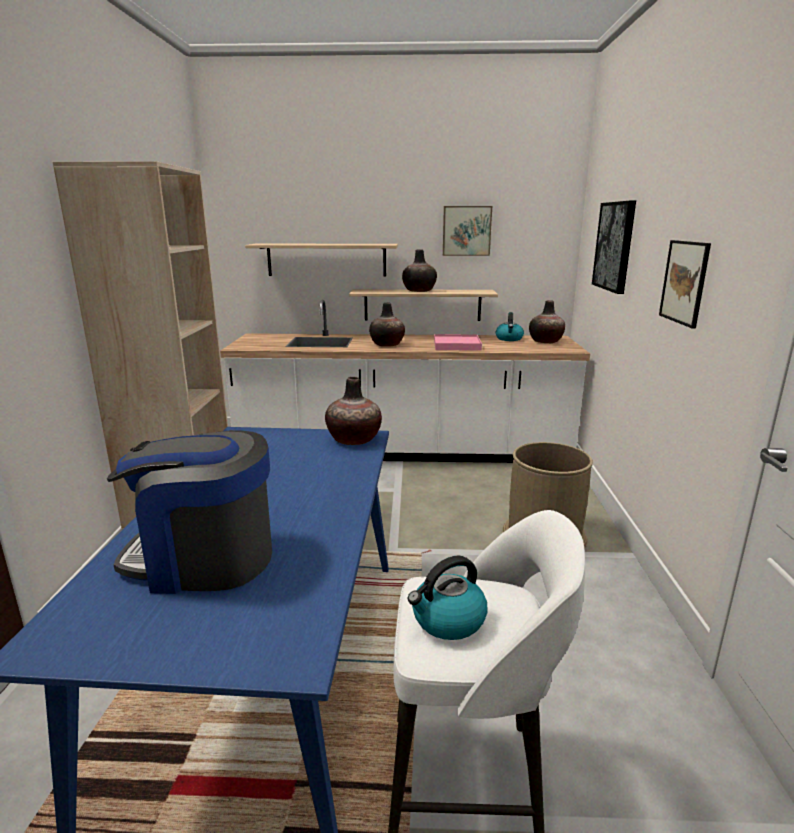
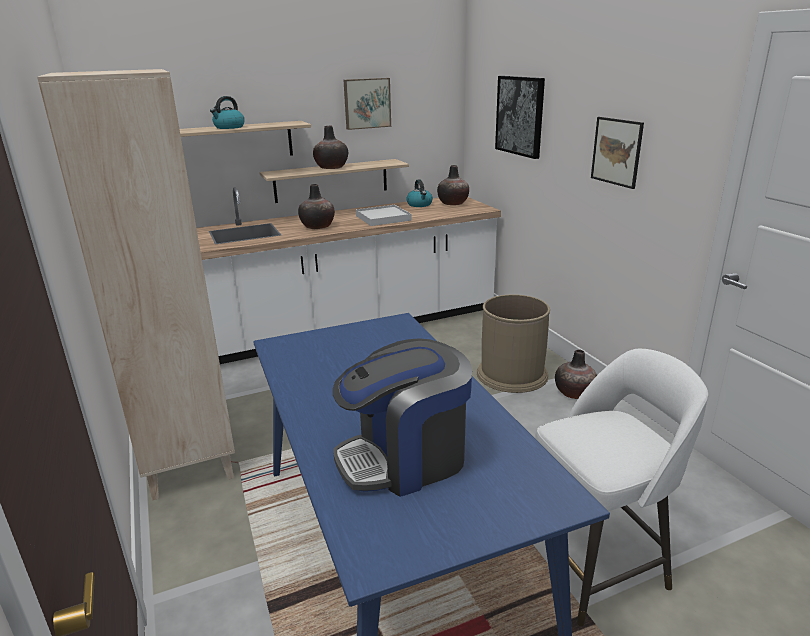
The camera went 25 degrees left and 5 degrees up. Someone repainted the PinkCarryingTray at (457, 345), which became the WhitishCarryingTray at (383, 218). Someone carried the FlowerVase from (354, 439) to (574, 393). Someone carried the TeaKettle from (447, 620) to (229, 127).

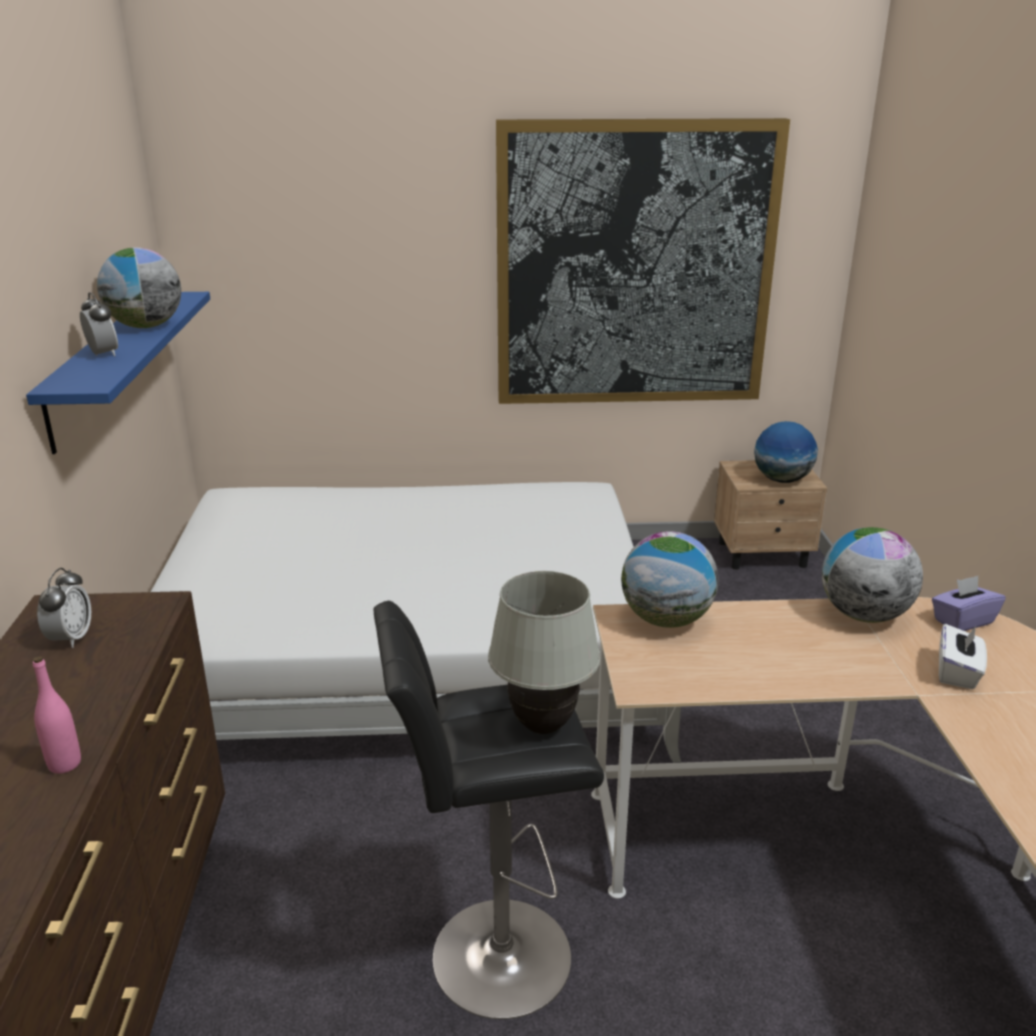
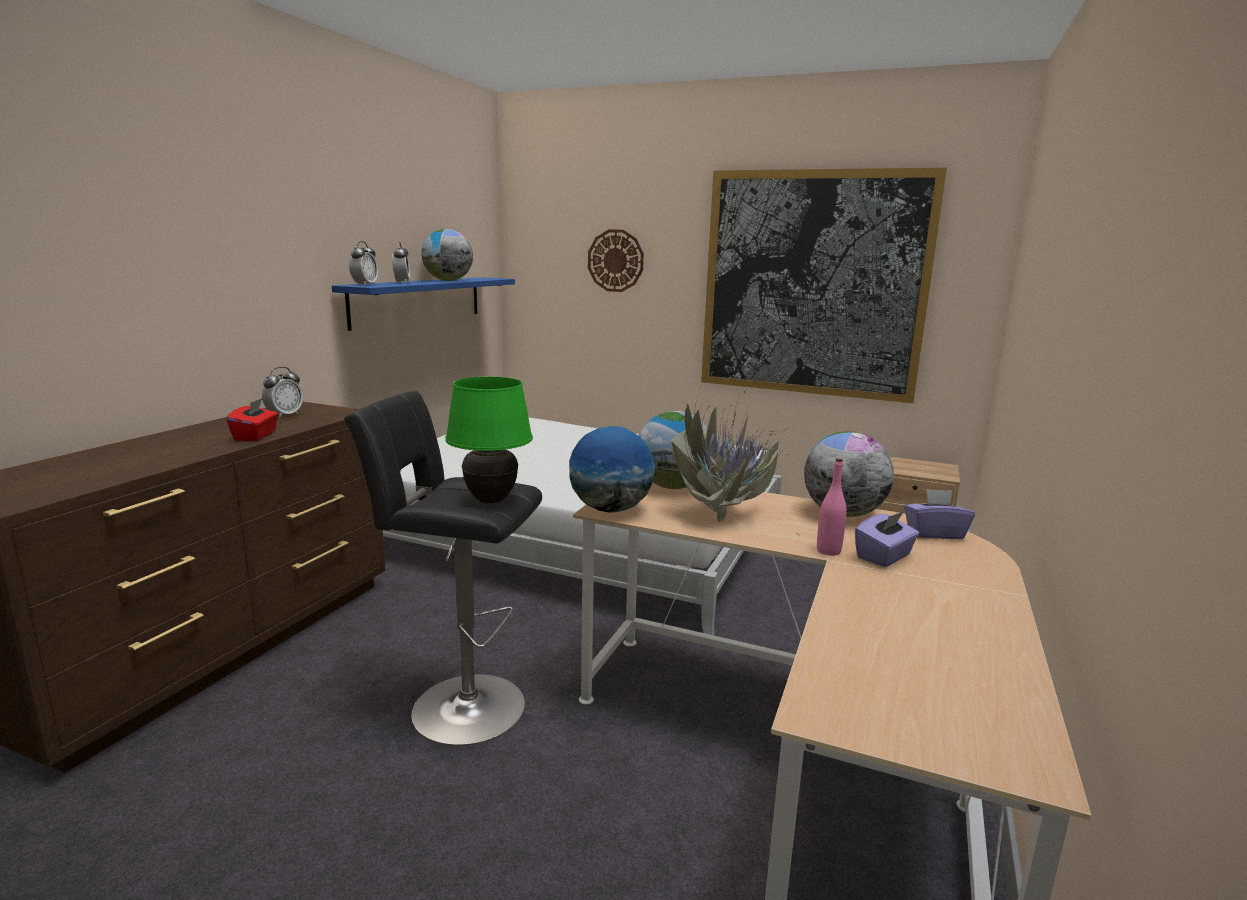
The camera went 25 degrees right and 10 degrees down. Someone carried the WorldGlobe from (782, 480) to (611, 509). Someone repainted the WhitishLampForATable at (543, 726), which became the GreenishLampForATable at (491, 500). Someone repainted the WhitishTissueBox at (957, 673), which became the PurpleTissueBox at (884, 557). Someone carried the PinkDrinkBottle from (64, 764) to (828, 551). Someone put up the WallClock at (615, 260). Someone put down the AlarmClock at (365, 285). Someone put down the PottedPlant at (723, 517). Someone put down the RedColouredTissueBox at (256, 436).

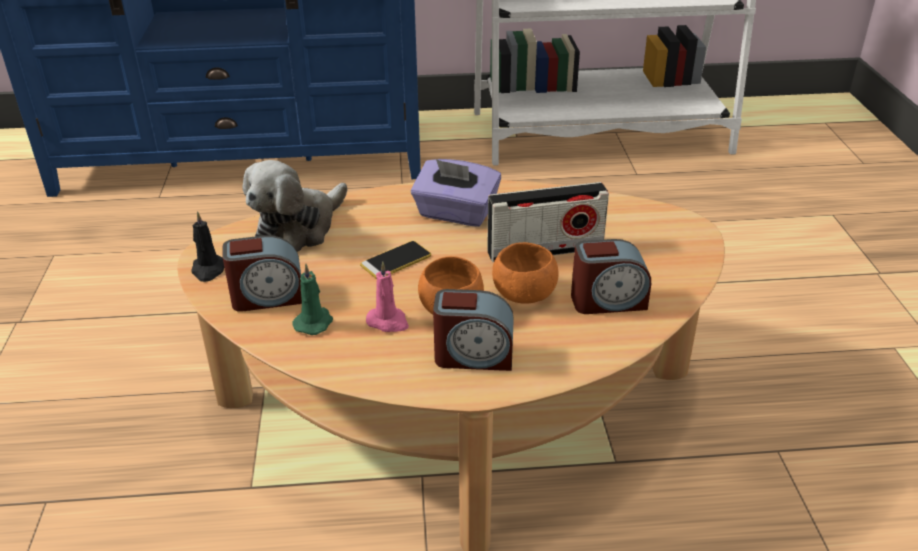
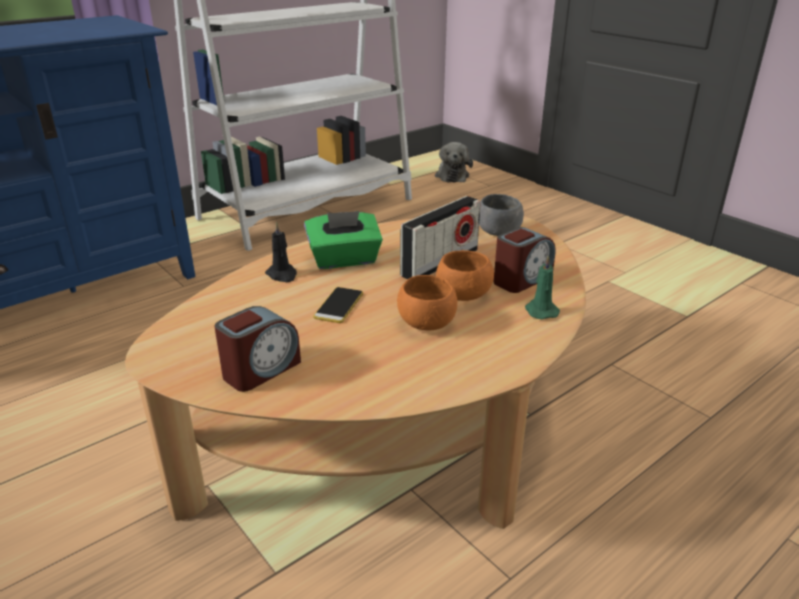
The camera went 35 degrees left and 5 degrees down. Someone repainted the PurpleTissueBox at (455, 214), which became the GreenishTissueBox at (344, 260). Someone carried the CuddlyToy from (298, 229) to (452, 175). Someone carried the BlackWaxCandle from (209, 270) to (282, 275). Someone took away the PinkWaxCandle at (388, 322). Someone carried the GreenishWaxCandle from (314, 322) to (540, 311). Someone took away the AlarmClock at (473, 356). Someone put down the GreyishServingBowl at (498, 232).

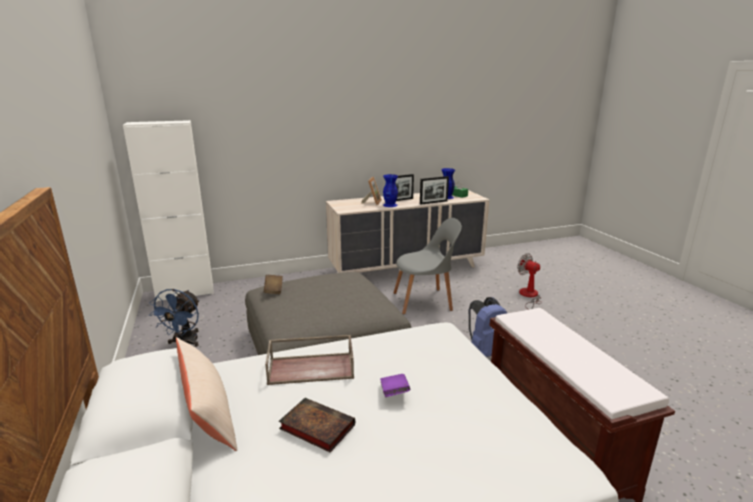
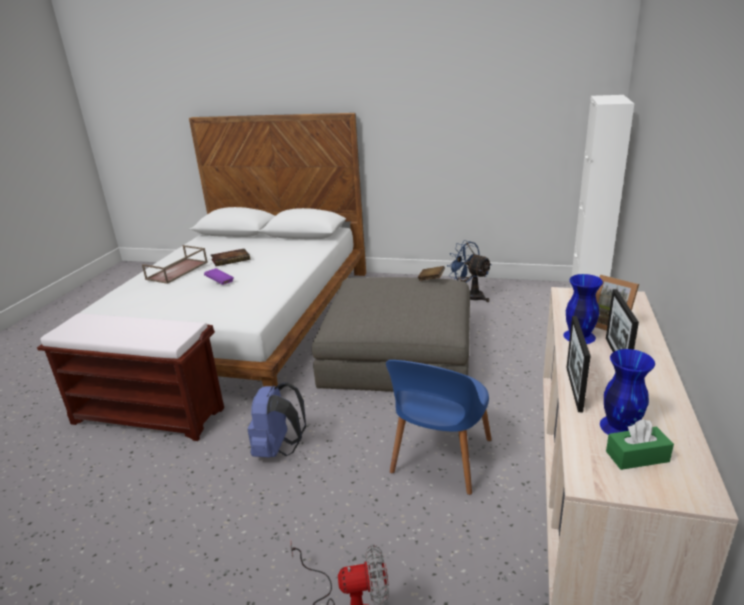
The camera went 125 degrees right and 5 degrees up. Someone repainted the GreyishUprightChair at (425, 301), which became the BlueUprightChair at (440, 459). Someone carried the BrownishCarryingTray from (312, 368) to (177, 271). Someone took away the BeigeColouredCushion at (208, 413).

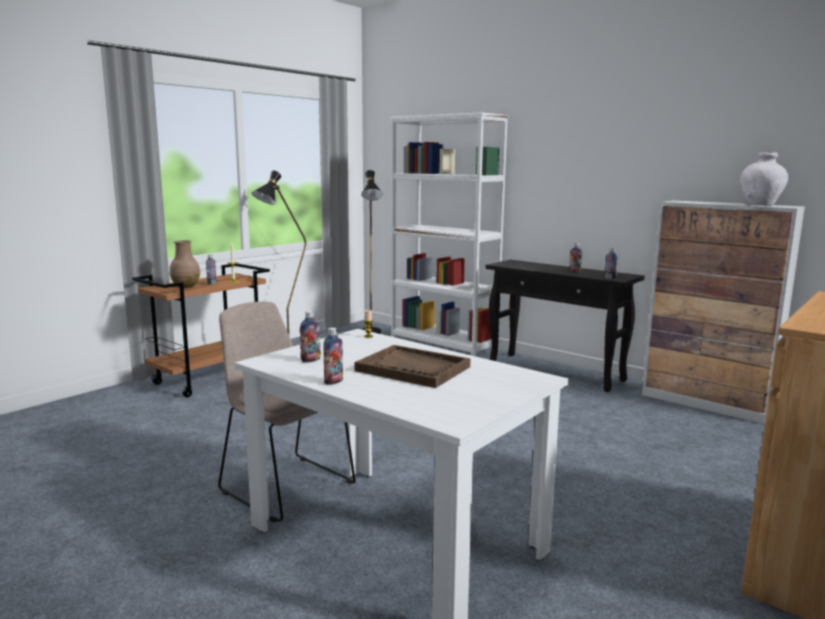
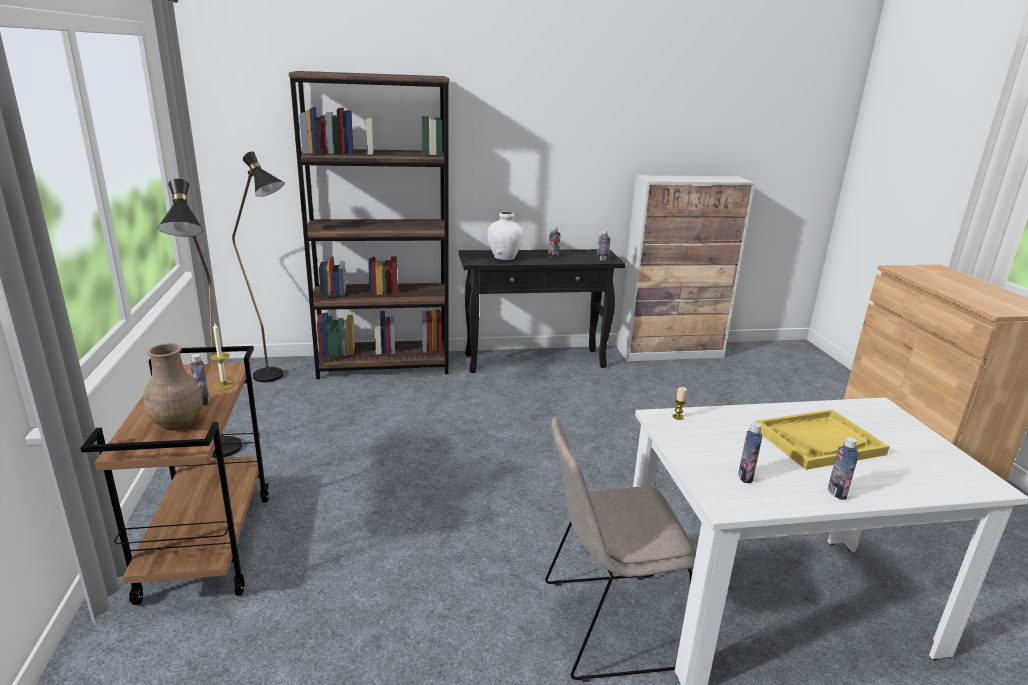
The camera went 50 degrees left and 10 degrees up. Someone repainted the WhitishBookshelf at (443, 345), which became the BrownishBookshelf at (384, 365). Someone carried the WhitishFlowerVase from (760, 205) to (504, 258). Someone repainted the BrownishCarryingTray at (413, 369), which became the YellowishCarryingTray at (818, 441).

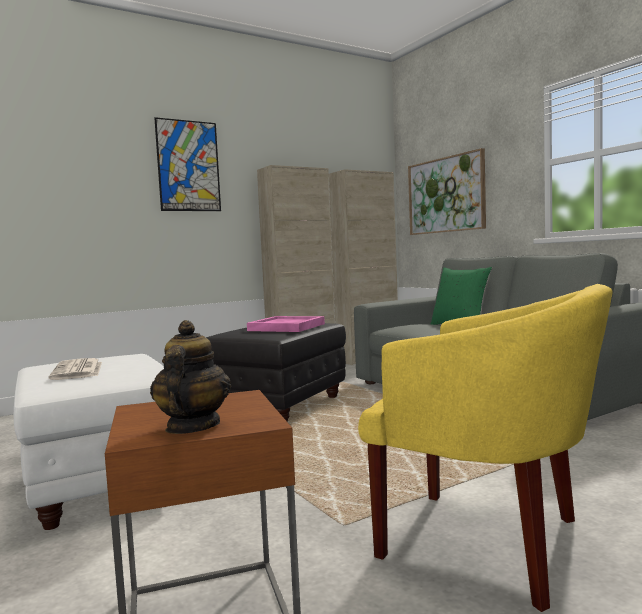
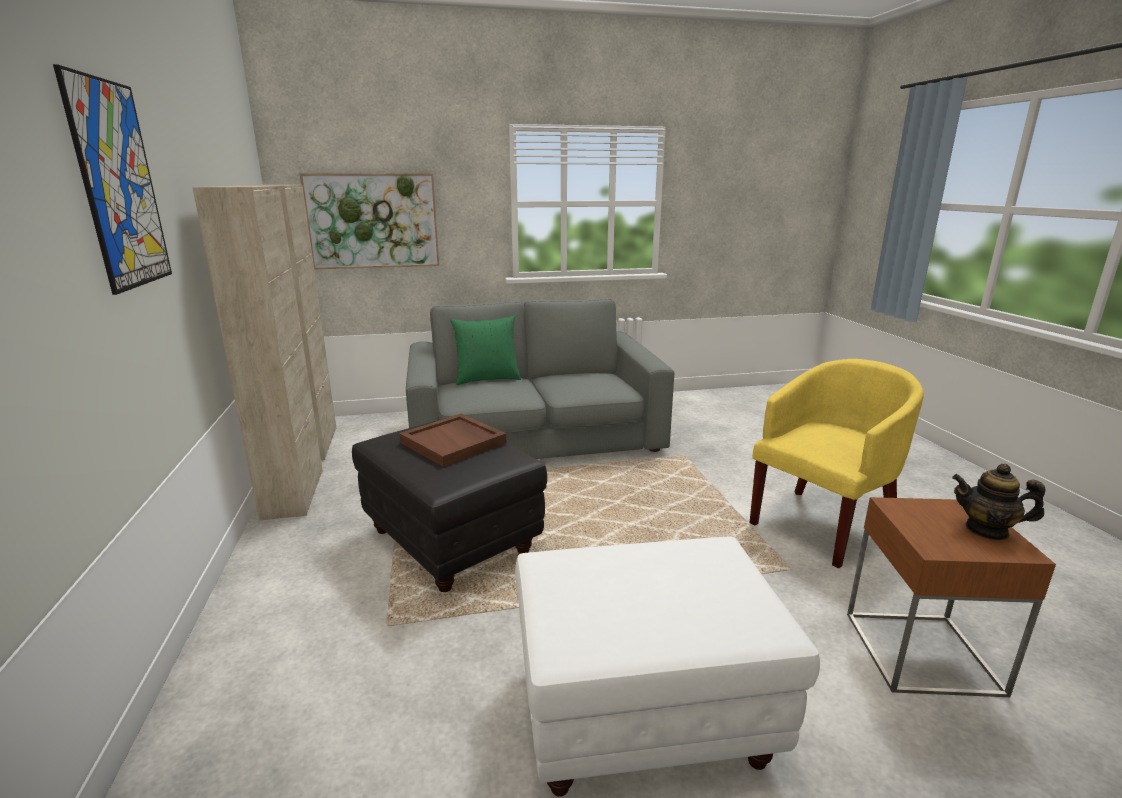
The camera went 70 degrees left and 15 degrees up. Someone repainted the PinkCarryingTray at (287, 327), which became the BrownishCarryingTray at (454, 443). Someone took away the PrintedPaper at (78, 371).

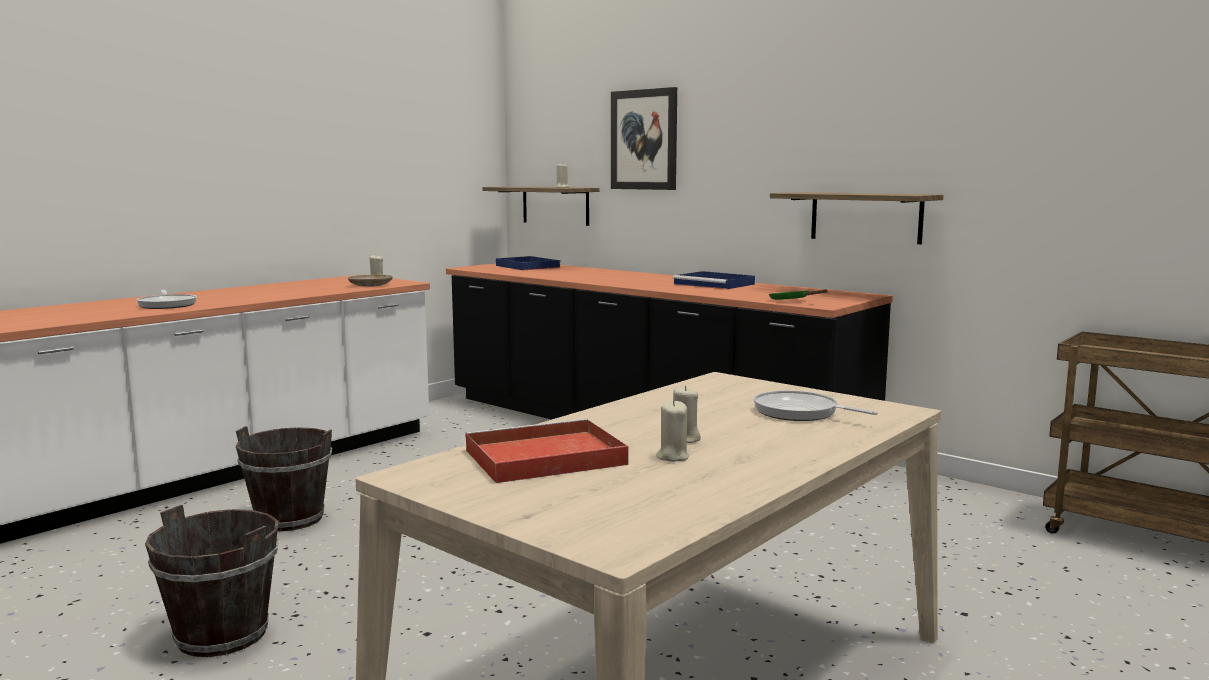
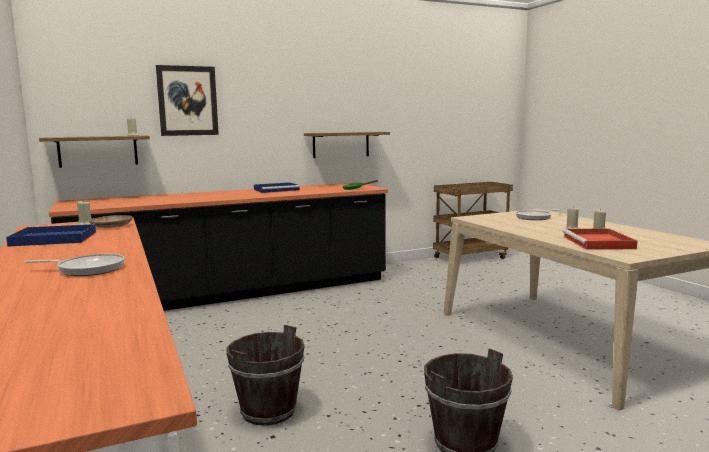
The camera went 65 degrees left and 0 degrees up. Someone carried the BlueCarryingTray from (526, 266) to (52, 239).

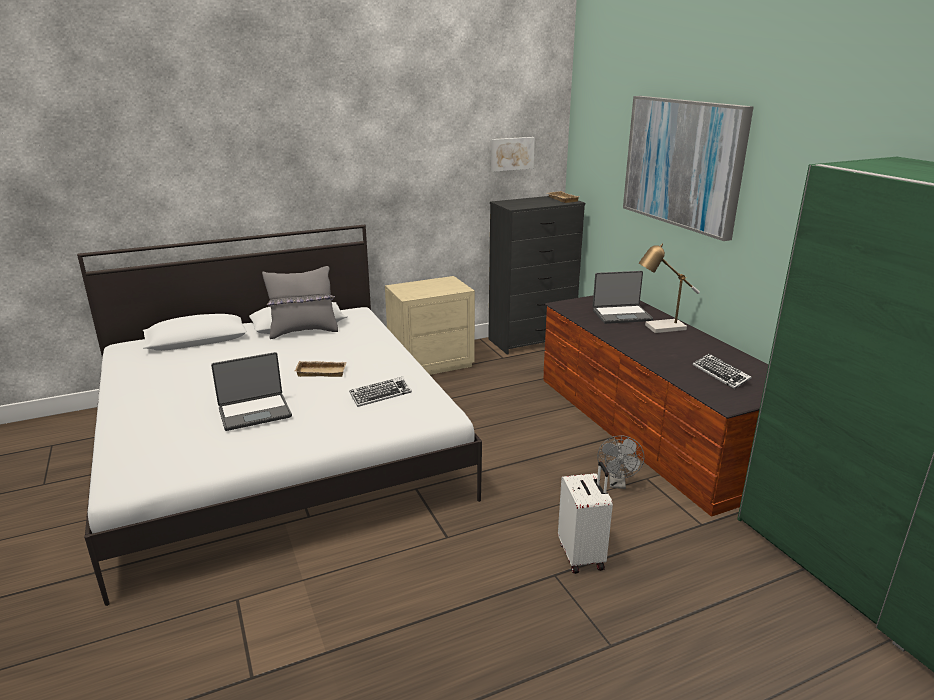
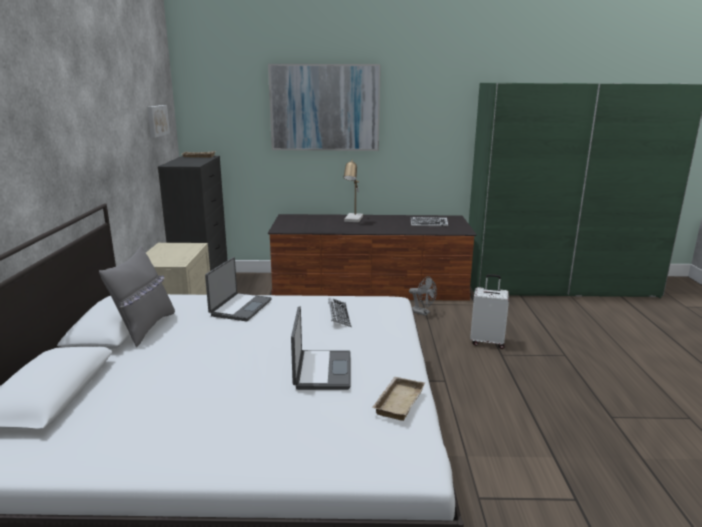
The camera went 65 degrees left and 5 degrees down. Someone carried the Laptop from (621, 315) to (240, 308). Someone carried the BeigeColouredCarryingTray from (322, 371) to (397, 401).

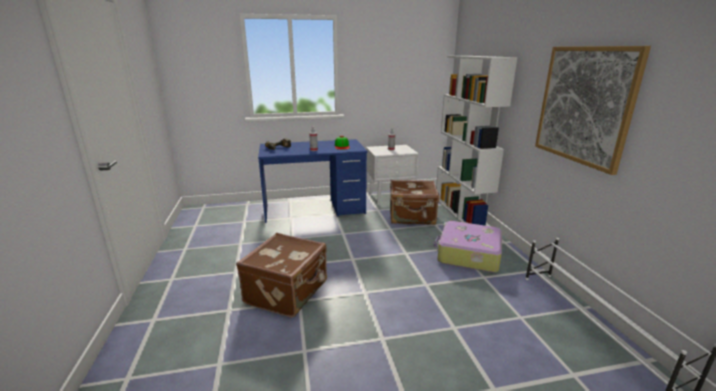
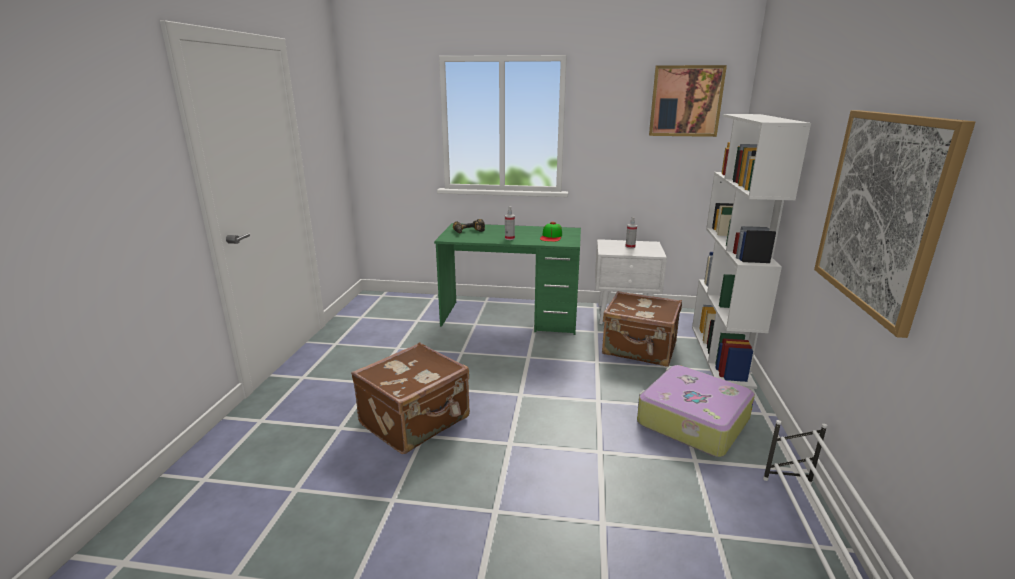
The camera went 20 degrees right and 0 degrees up. Someone repainted the BlueDeskUnit at (314, 209), which became the GreenishDeskUnit at (510, 318). Someone put up the Picture at (686, 101).

